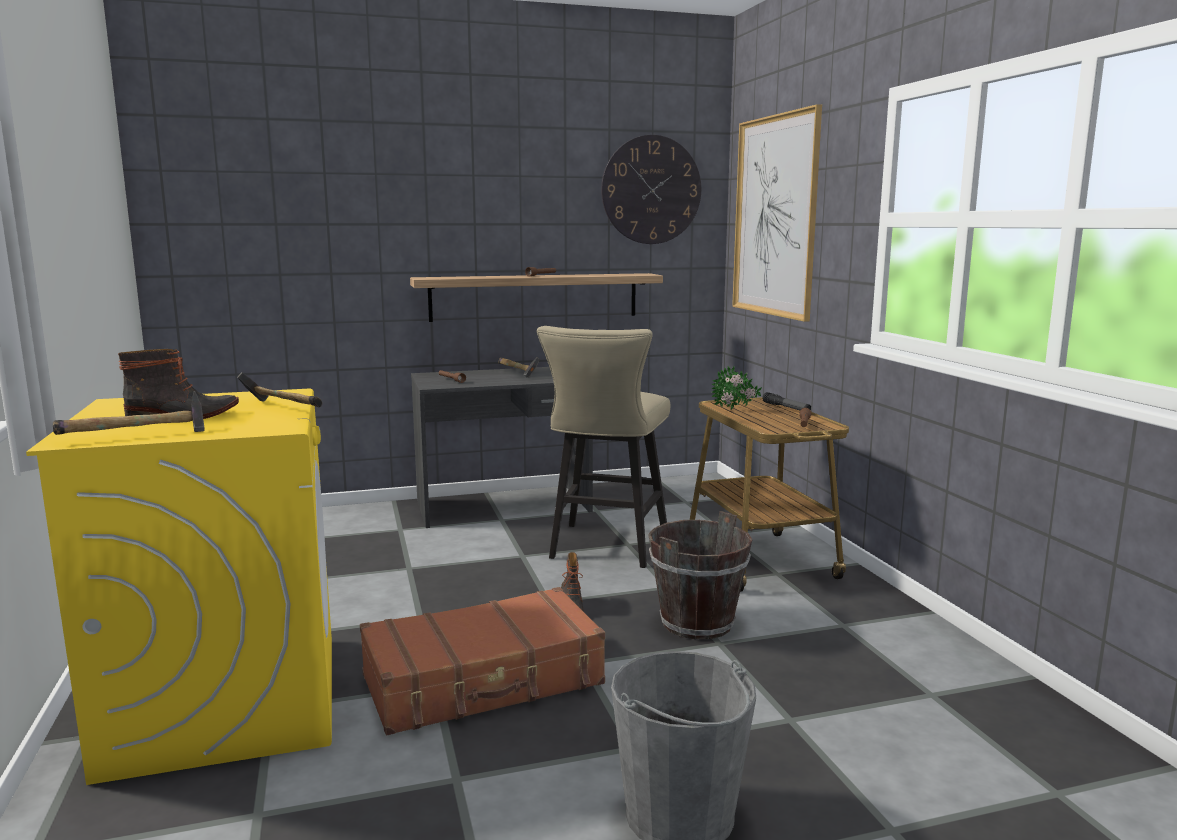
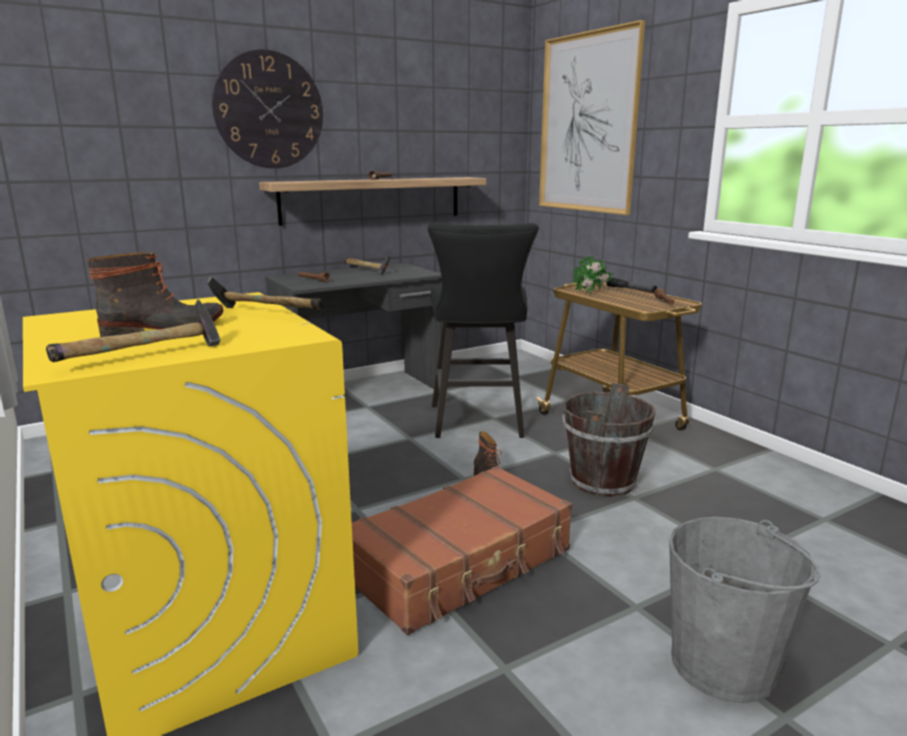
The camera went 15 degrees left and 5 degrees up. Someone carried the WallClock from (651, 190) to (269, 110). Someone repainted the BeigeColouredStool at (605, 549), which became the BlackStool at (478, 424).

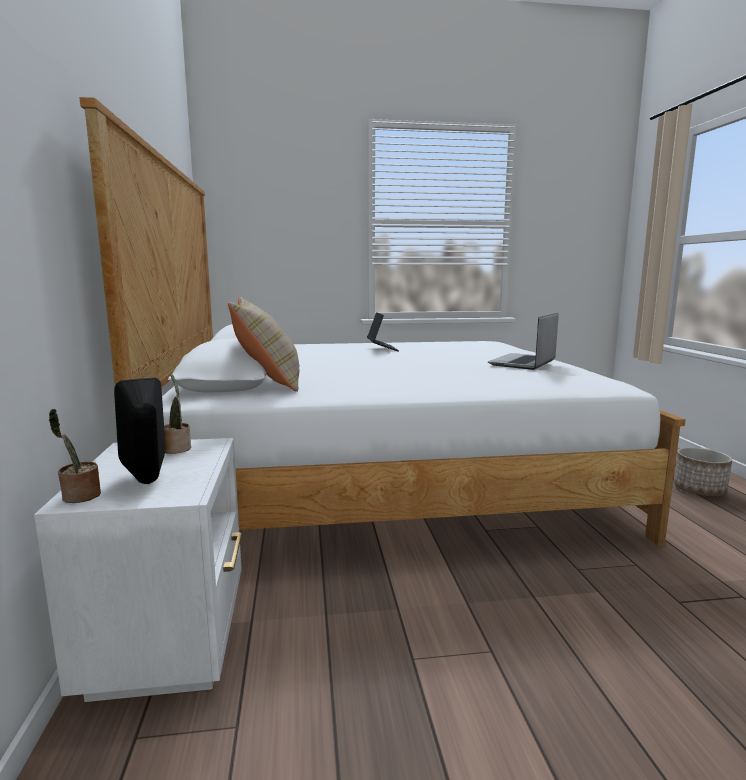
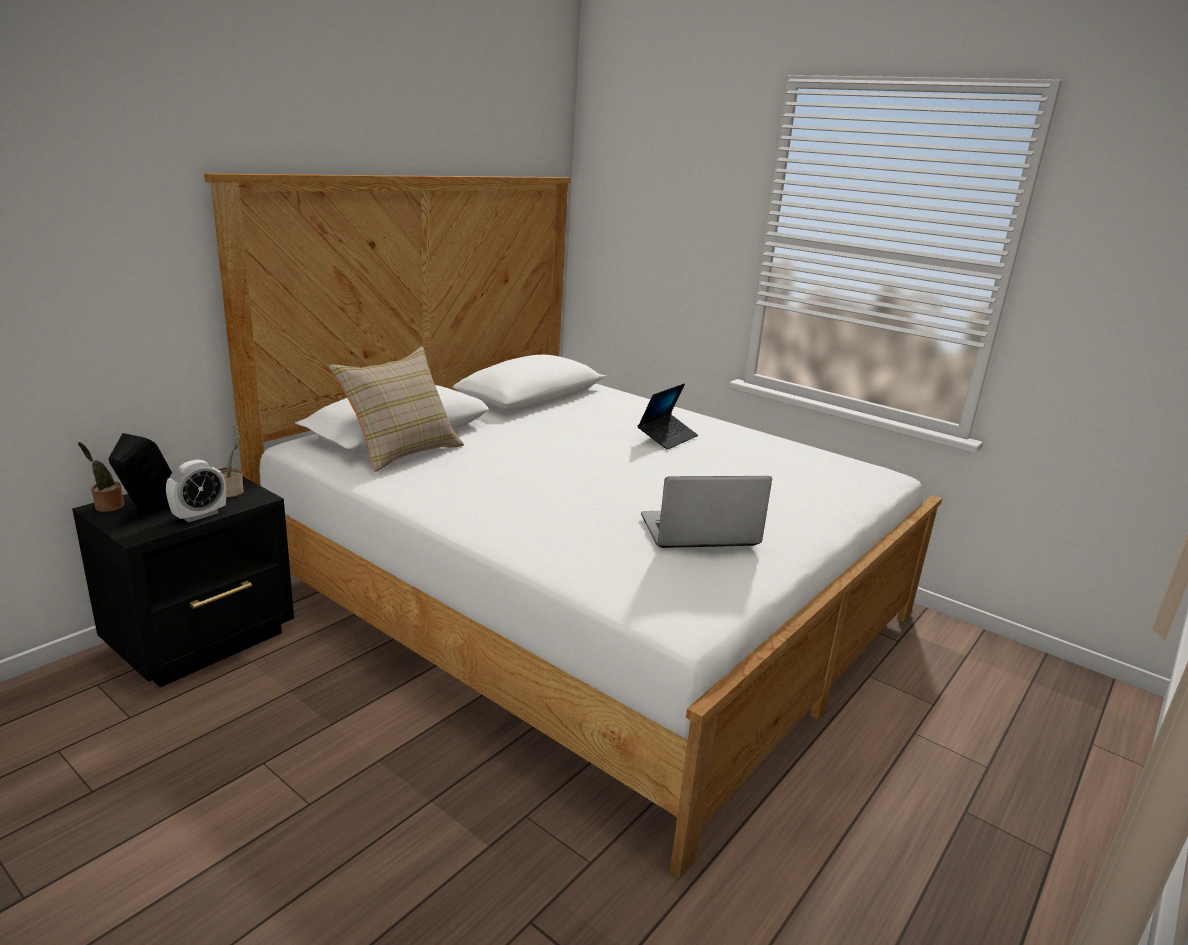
The camera went 45 degrees right and 10 degrees up. Someone repainted the WhitishNightstand at (172, 637), which became the BlackNightstand at (204, 640). Someone took away the FlowerPot at (699, 490). Someone put down the AlarmClock at (200, 515).

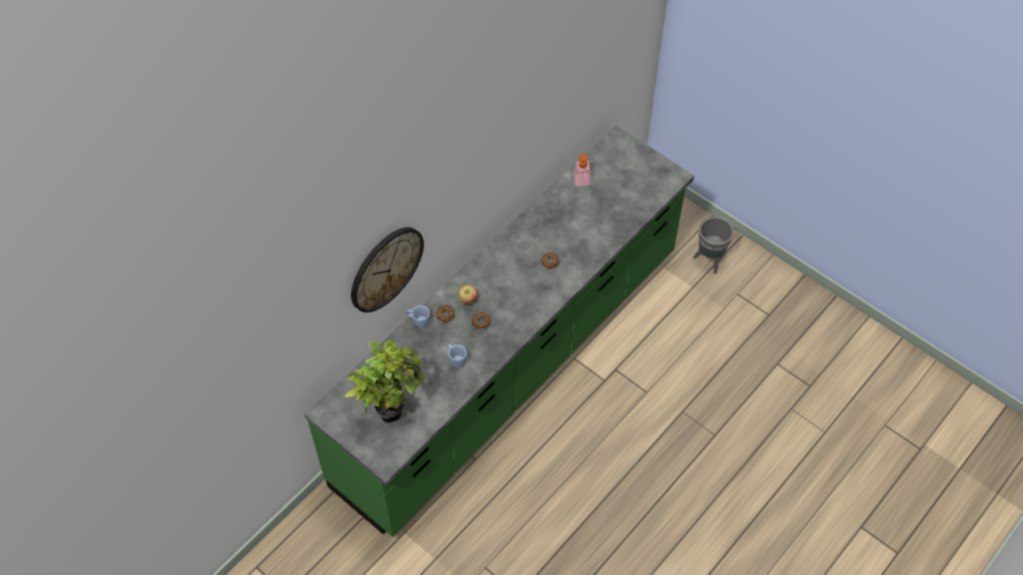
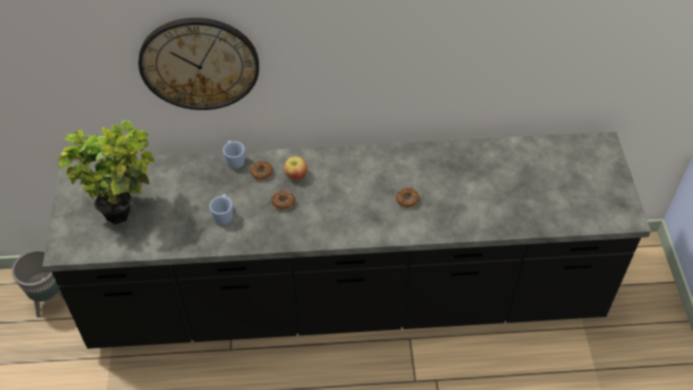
The camera went 45 degrees right and 5 degrees down. Someone repainted the GreenishKitchenBaseUnit at (511, 368), which became the BlackKitchenBaseUnit at (346, 300). Someone took away the LiquidSoapBottle at (582, 183). Someone carried the GreyishFlowerPot from (709, 260) to (51, 302).

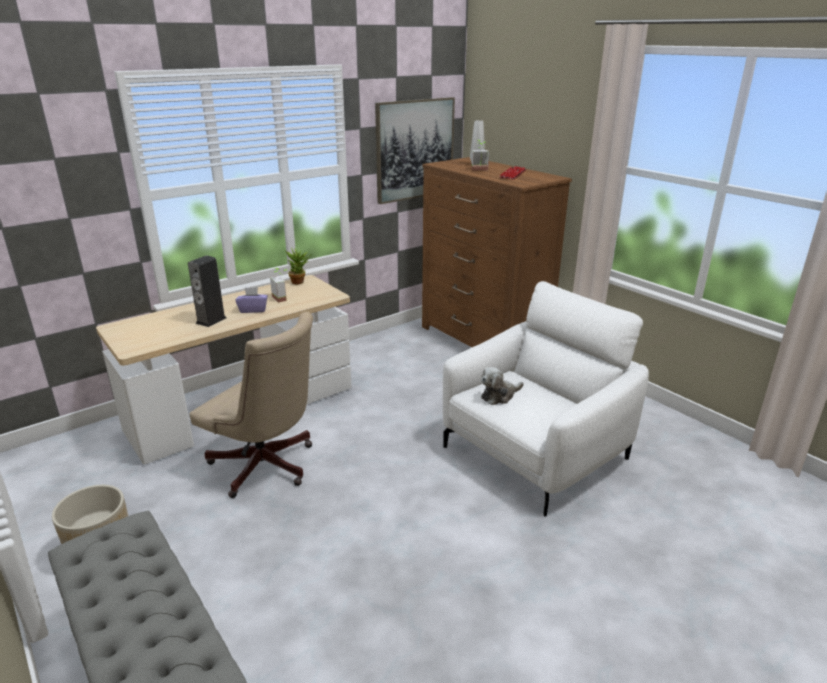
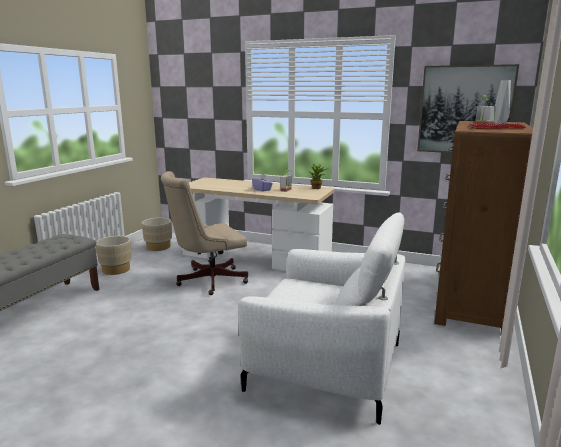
The camera went 60 degrees right and 10 degrees down. Someone took away the Speaker at (211, 320). Someone rotated the BeigeColouredOfficeChair at (267, 468) by 60 degrees clockwise. Someone took away the CuddlyToy at (499, 396). Someone put down the BeigeColouredFlowerPot at (158, 247).

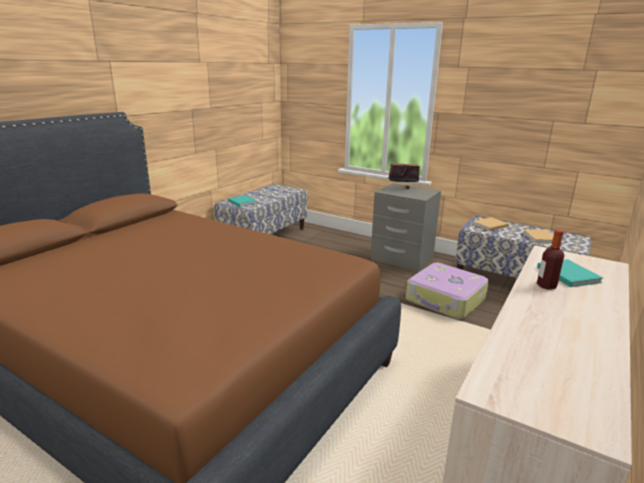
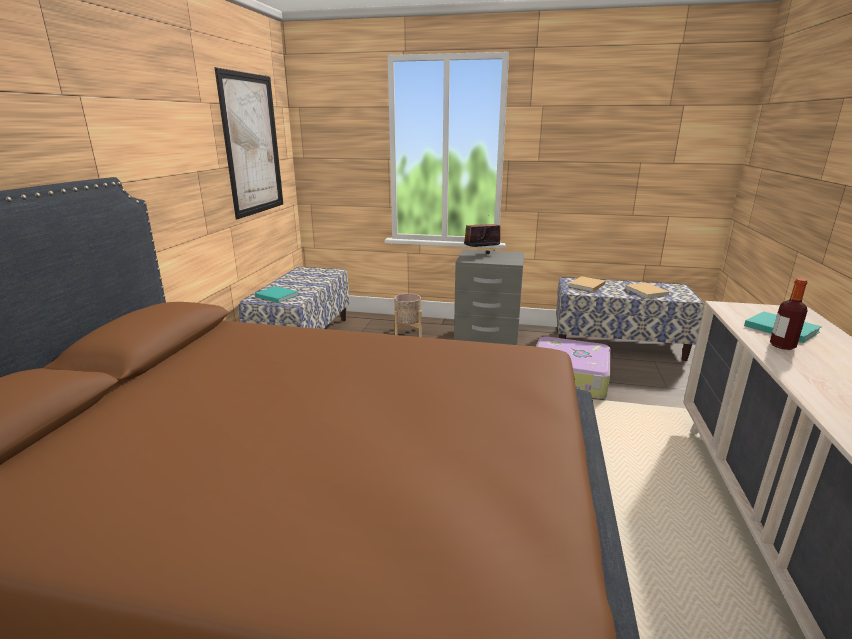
The camera went 20 degrees left and 0 degrees up. Someone put up the Picture at (252, 145). Someone put down the BeigeColouredFlowerPot at (408, 332).

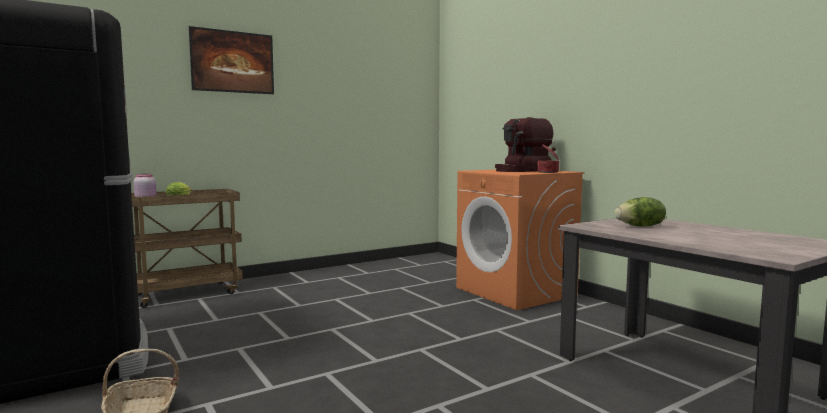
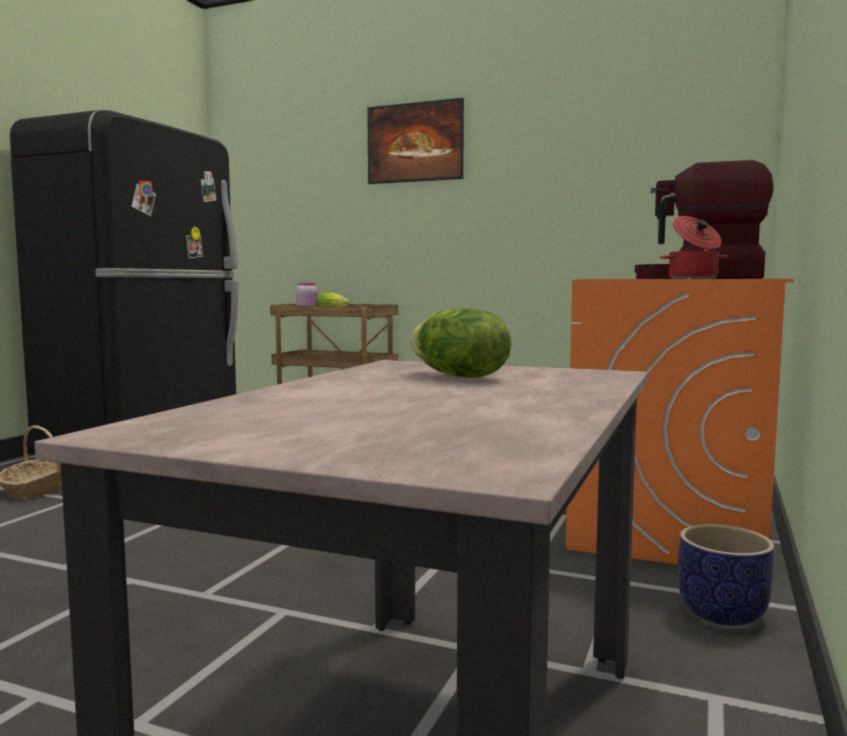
The camera went 55 degrees right and 0 degrees up. Someone put down the FlowerPot at (723, 613).

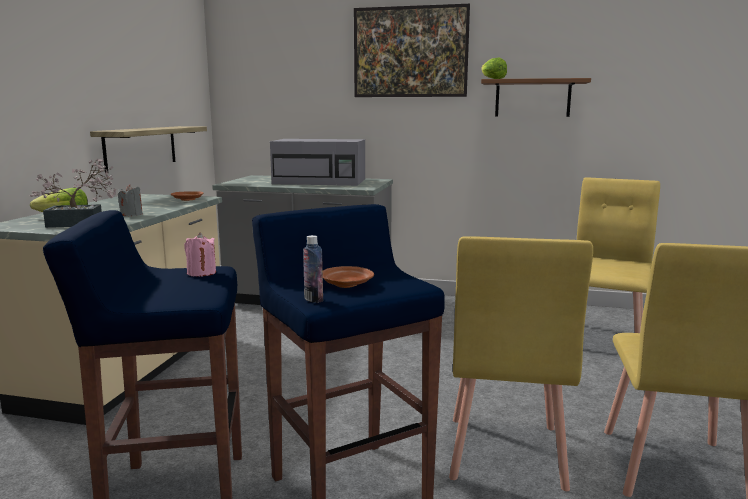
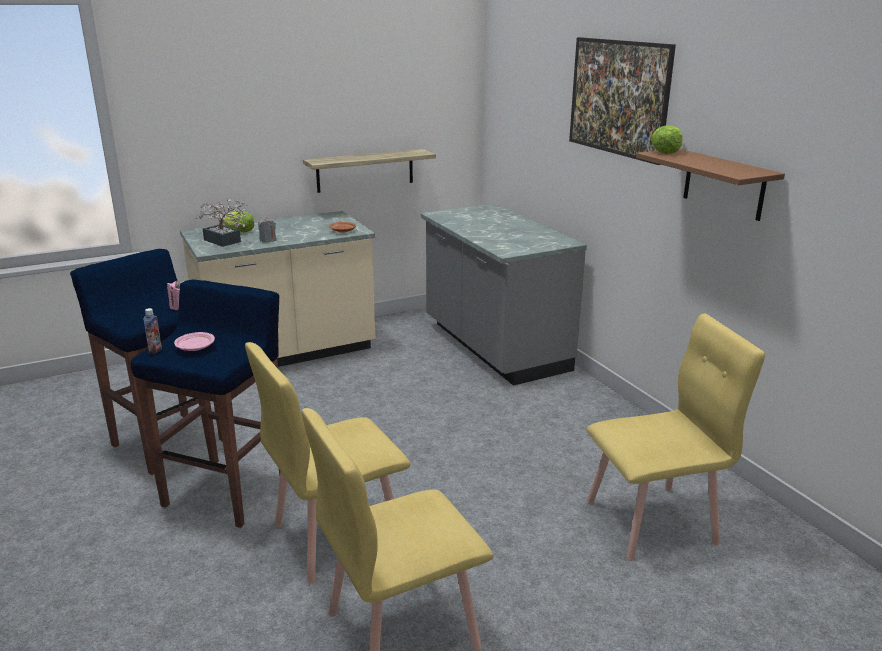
The camera went 50 degrees right and 10 degrees up. Someone took away the GreyishMicrowave at (321, 181). Someone repainted the BrownishDinnerPlate at (346, 284), which became the PinkDinnerPlate at (195, 347).

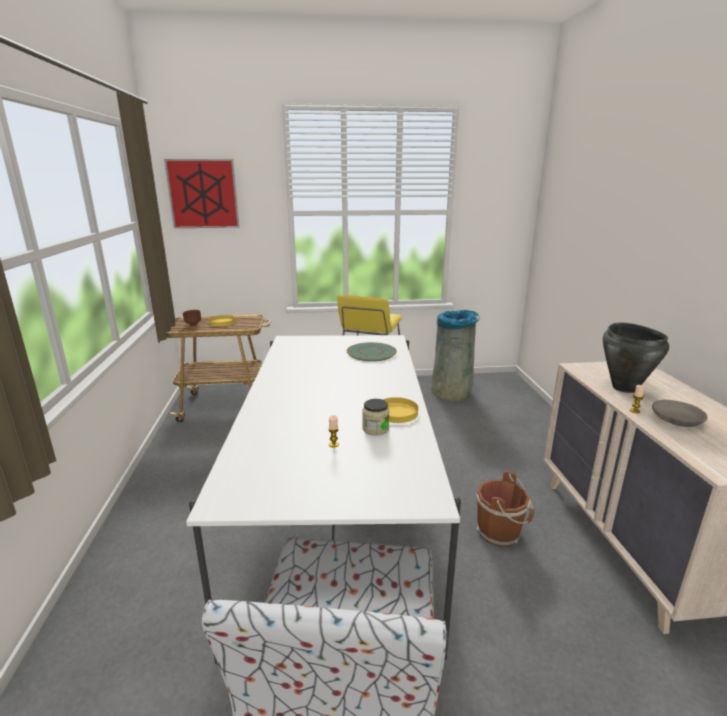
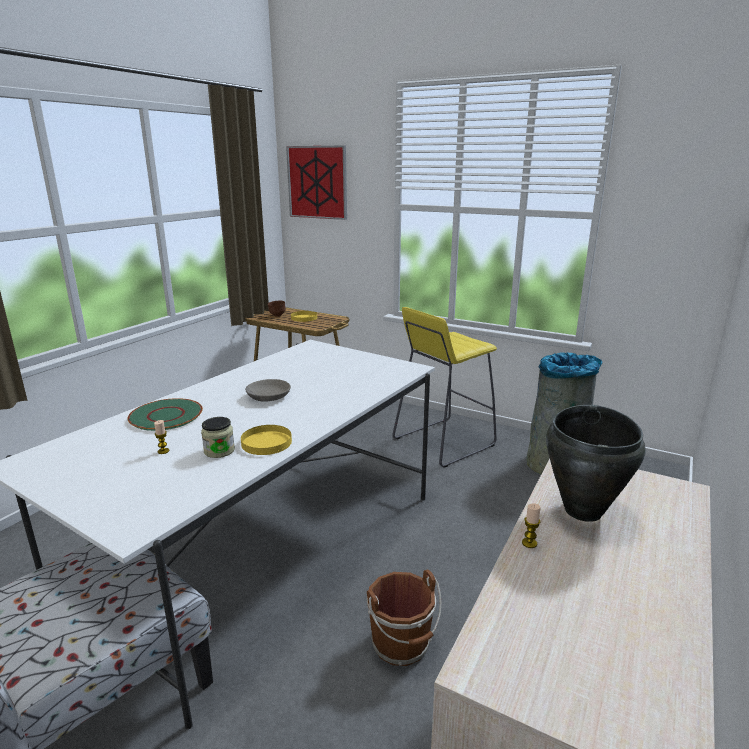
The camera went 35 degrees right and 0 degrees up. Someone carried the GreenishDinnerPlate from (372, 353) to (166, 416). Someone carried the GreyishServingBowl from (676, 420) to (268, 396).

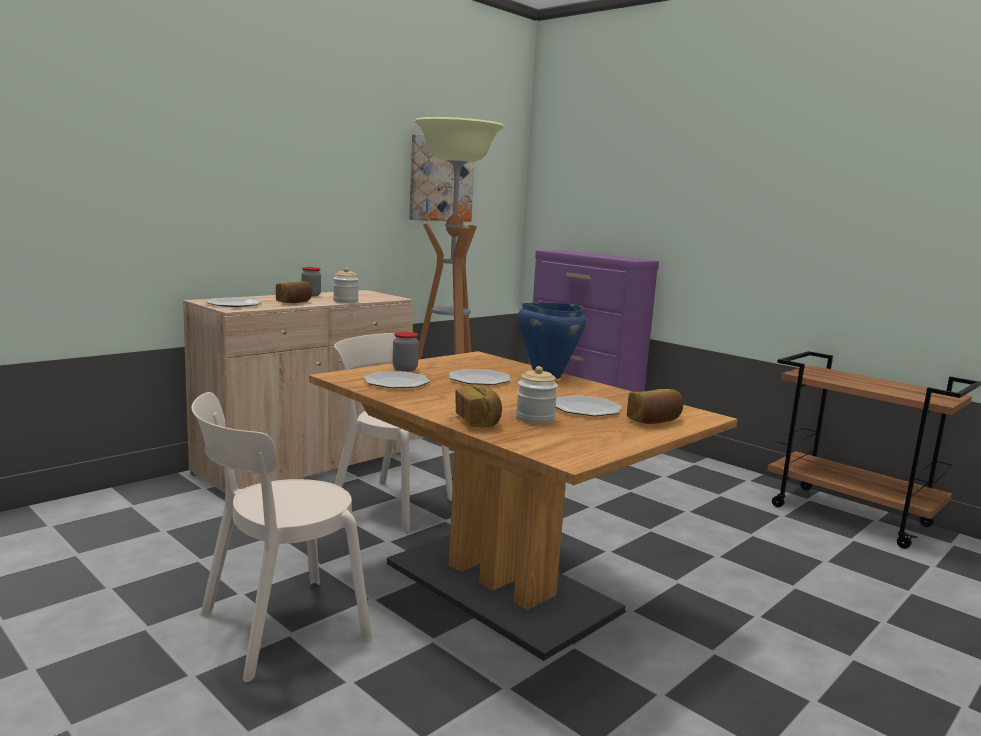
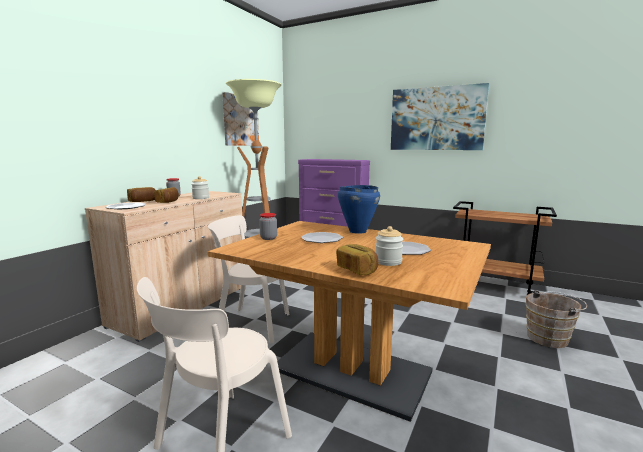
The camera went 15 degrees left and 0 degrees up. Someone took away the DinnerPlate at (396, 382). Someone carried the BakeryBread from (655, 421) to (143, 201). Someone put up the Picture at (436, 119). Someone put down the BrownishWaterBucket at (550, 338).

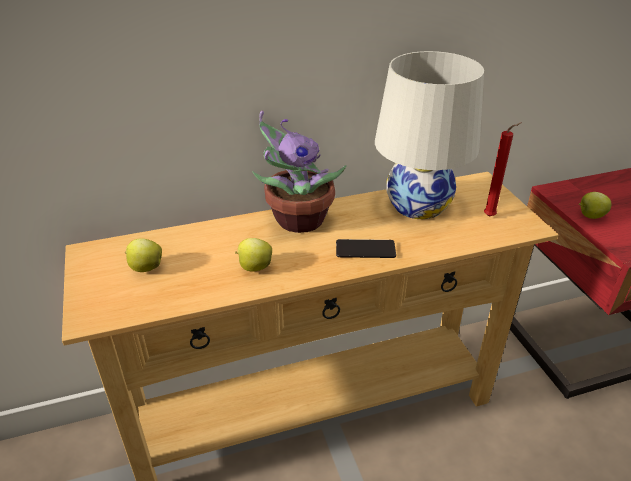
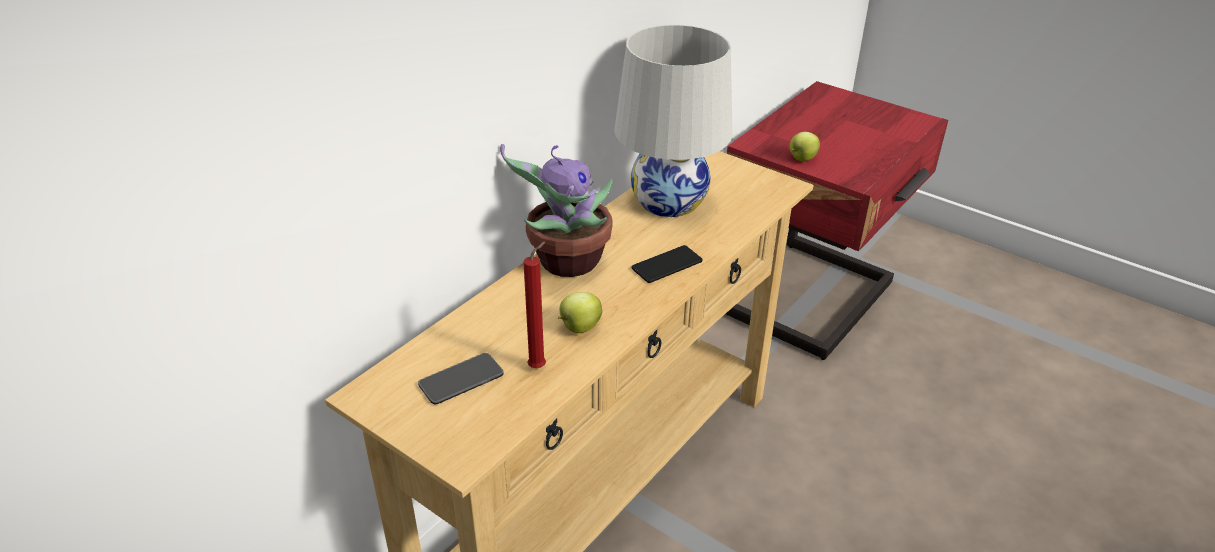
The camera went 35 degrees left and 0 degrees up. Someone carried the RedColouredWaxCandle from (491, 216) to (539, 366). Someone swapped the Apple at (145, 268) for the Handset at (461, 380).

